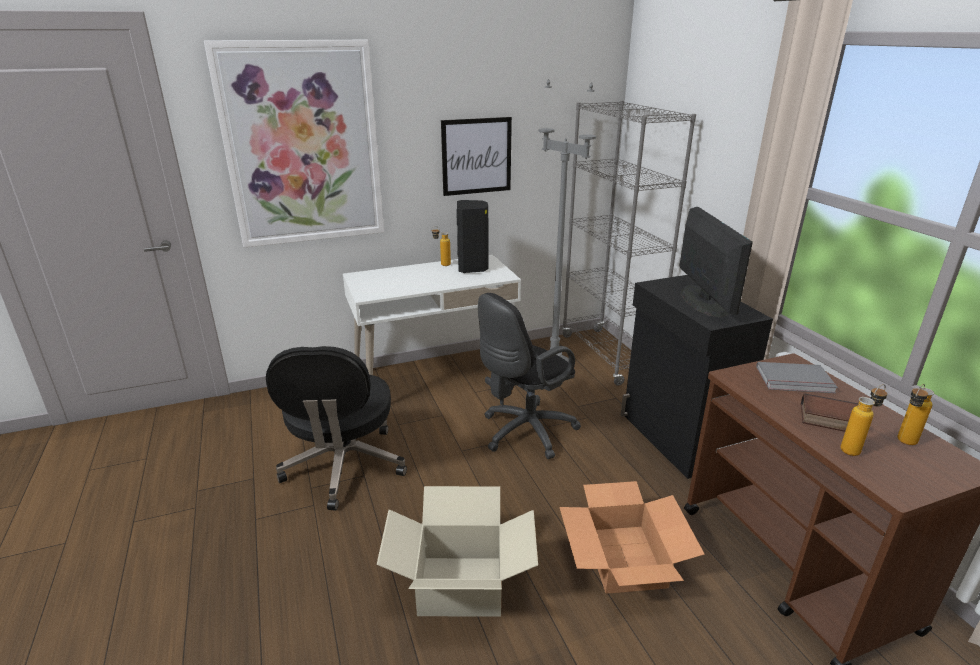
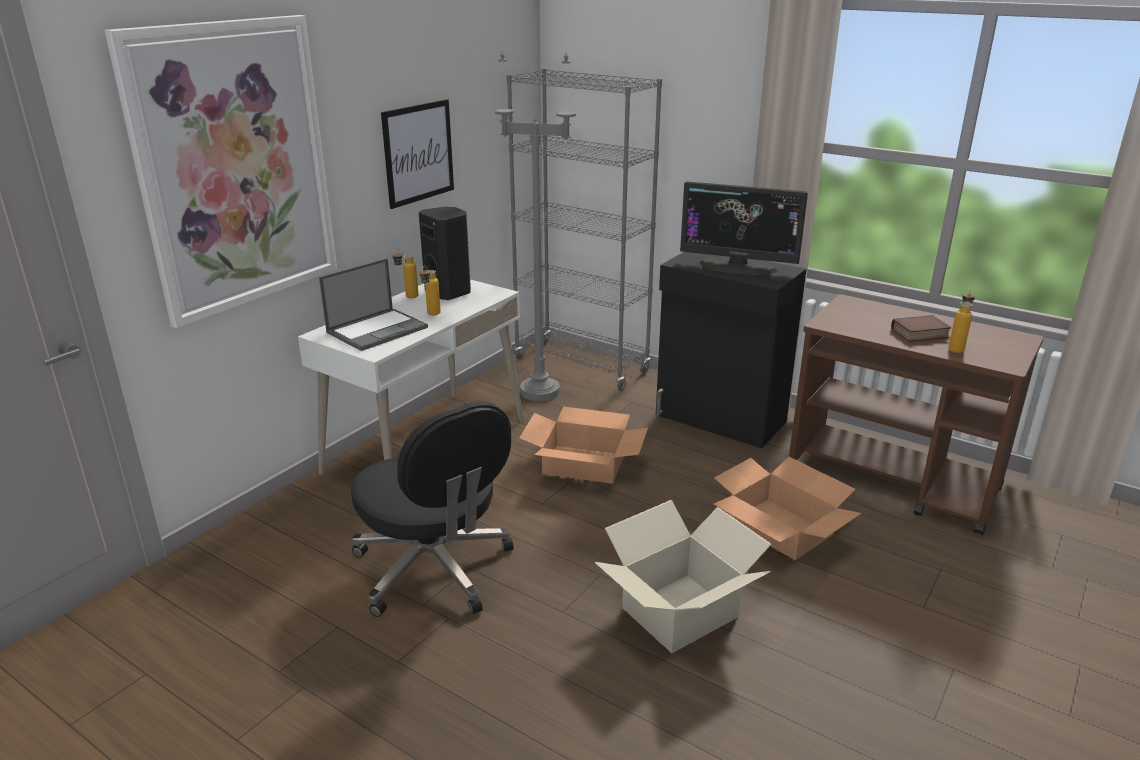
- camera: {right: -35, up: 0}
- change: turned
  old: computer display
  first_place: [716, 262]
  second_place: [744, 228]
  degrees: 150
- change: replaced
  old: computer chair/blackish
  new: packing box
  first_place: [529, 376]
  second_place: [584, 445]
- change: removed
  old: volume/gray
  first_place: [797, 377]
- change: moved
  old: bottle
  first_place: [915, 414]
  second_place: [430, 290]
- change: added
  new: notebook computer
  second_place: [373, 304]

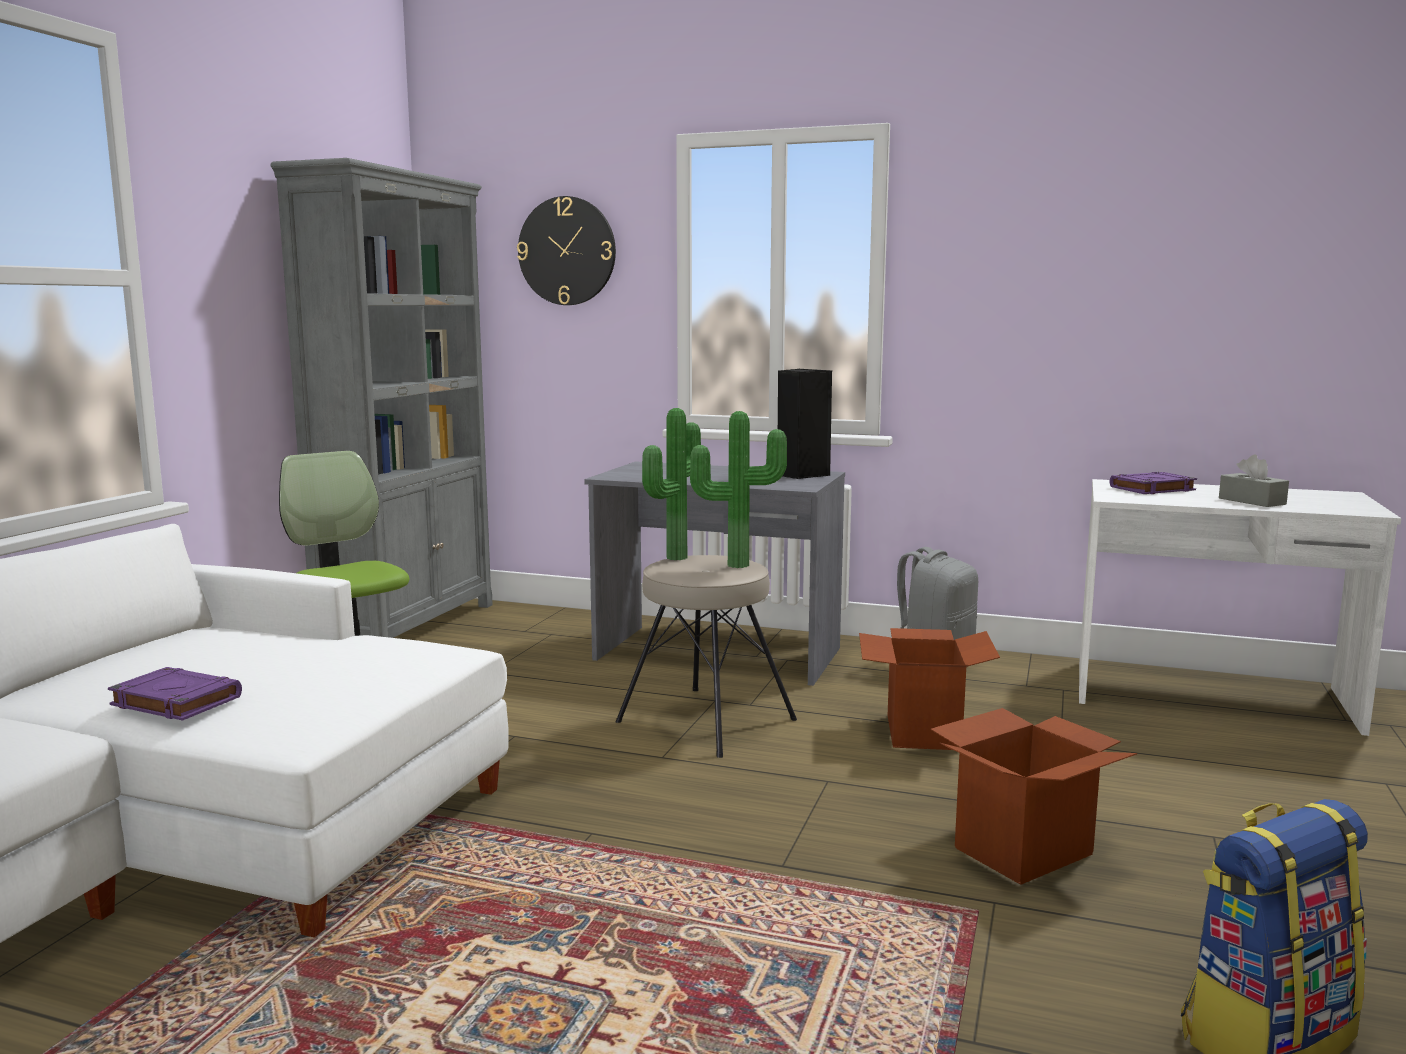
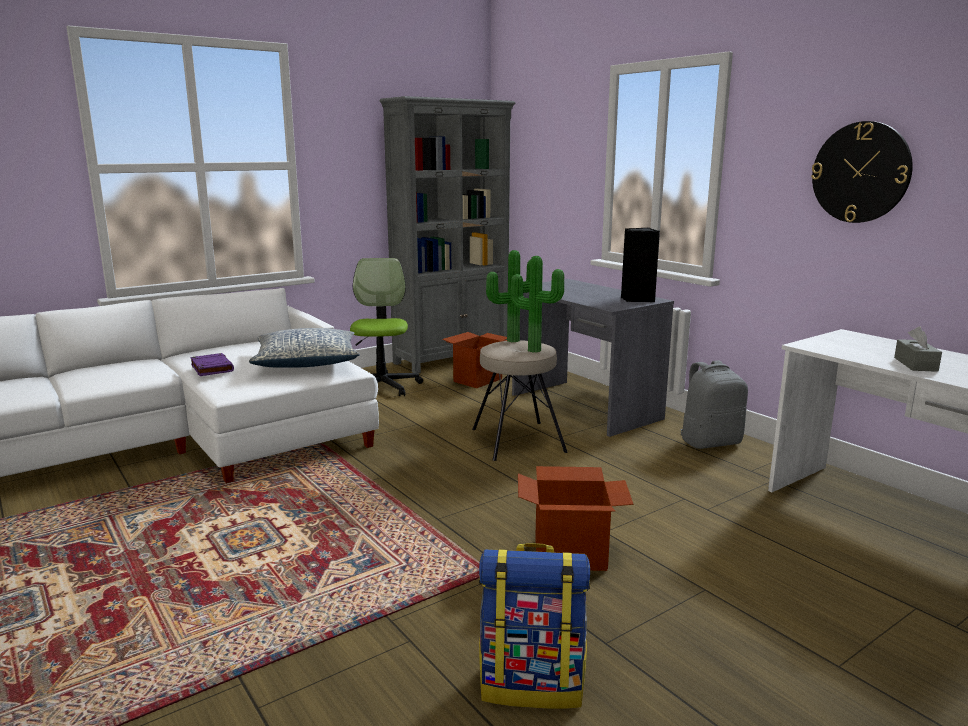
- camera: {right: 35, up: 5}
- change: moved
  old: hanging clock
  first_place: [566, 250]
  second_place: [862, 172]
- change: removed
  old: volume/purplish
  first_place: [1153, 483]
- change: moved
  old: packing box
  first_place: [929, 689]
  second_place: [474, 360]
- change: added
  new: pillow
  second_place: [304, 348]

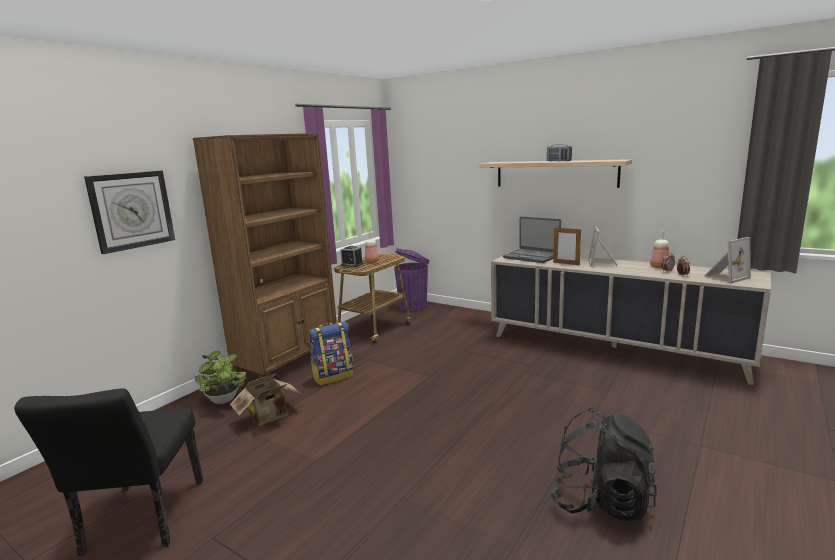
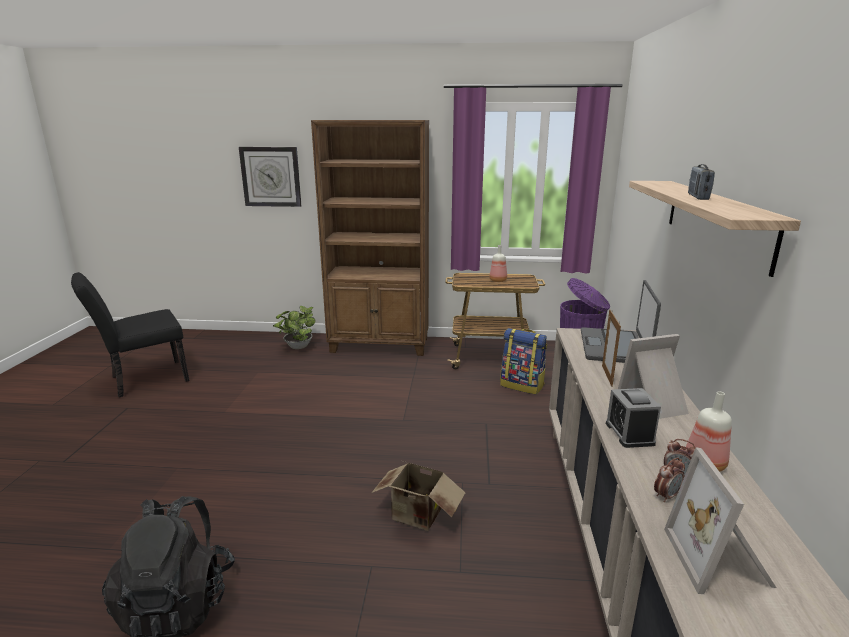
- camera: {right: 60, up: 5}
- change: turned
  old: standing frame
  first_place: [727, 260]
  second_place: [720, 520]
  degrees: 60
- change: moved
  old: alarm clock
  first_place: [351, 256]
  second_place: [633, 418]
- change: moved
  old: backpack
  first_place: [331, 354]
  second_place: [523, 361]
- change: moved
  old: packing box
  first_place: [265, 399]
  second_place: [419, 496]

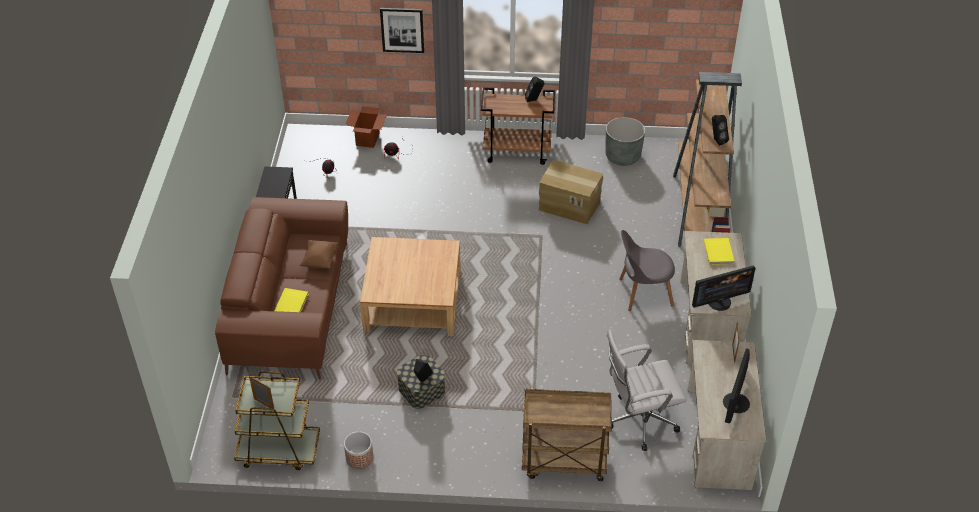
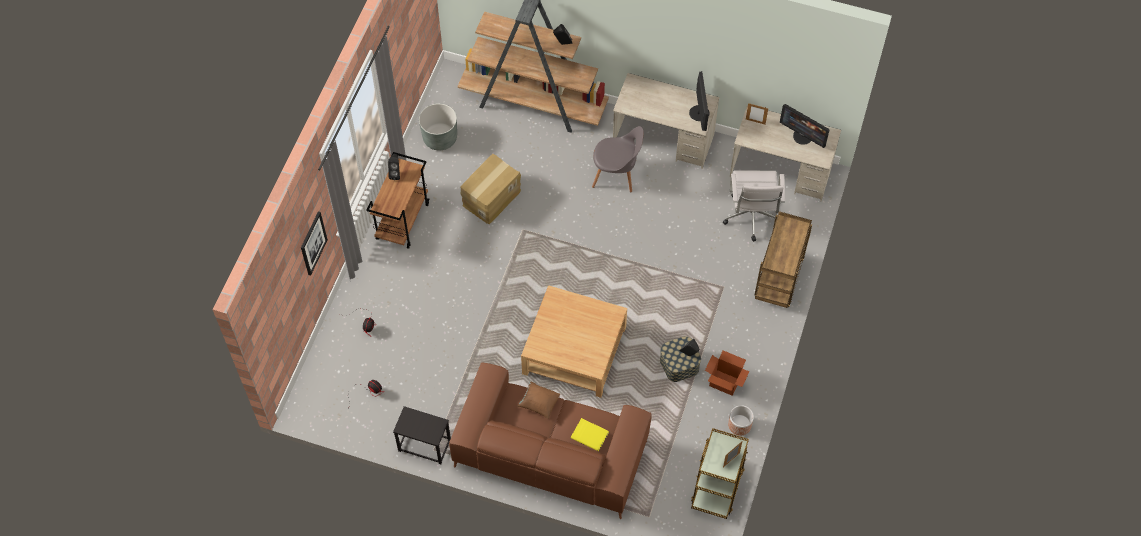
- camera: {right: -75, up: 15}
- change: moved
  old: packing box
  first_place: [366, 127]
  second_place: [727, 373]
- change: turned
  old: plain chair/gray
  first_place: [647, 270]
  second_place: [618, 159]
  degrees: -90
- change: removed
  old: volume/yellow-coloured
  first_place: [719, 251]

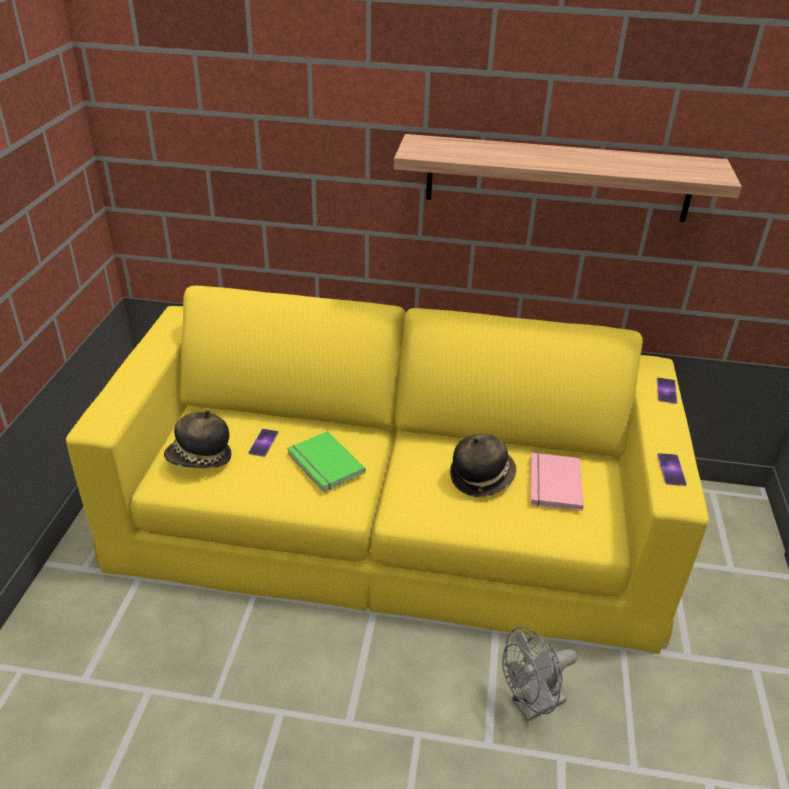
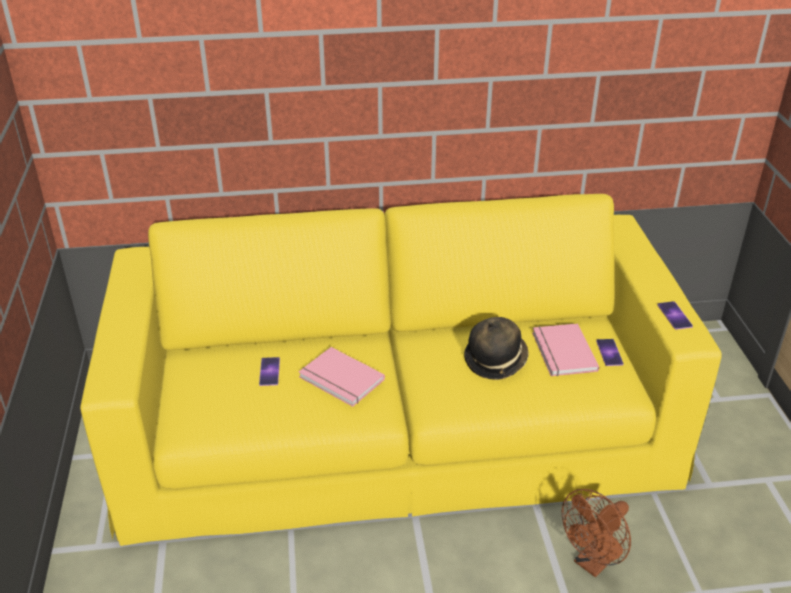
- camera: {right: -15, up: 0}
- change: removed
  old: wall shelf
  first_place: [568, 178]
- change: moved
  old: telephone
  first_place: [667, 391]
  second_place: [610, 352]
- change: removed
  old: clothing hat
  first_place: [197, 439]
- change: recoloured
  old: volume/green
  new: volume/pink
  first_place: [326, 461]
  second_place: [342, 377]
- change: recoloured
  old: cooling fan/gray
  new: cooling fan/brown
  first_place: [539, 673]
  second_place: [596, 533]

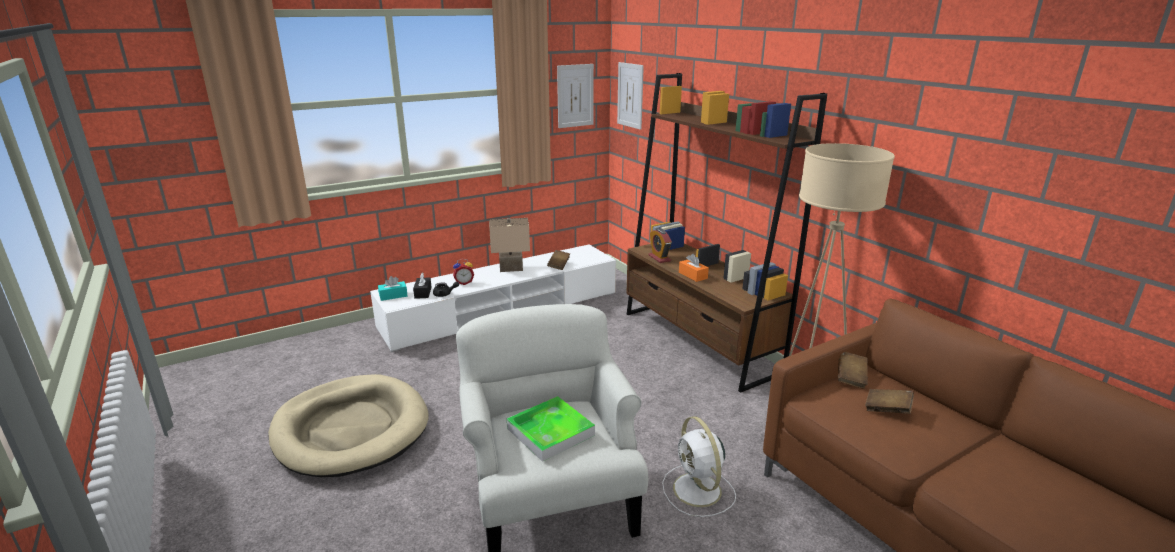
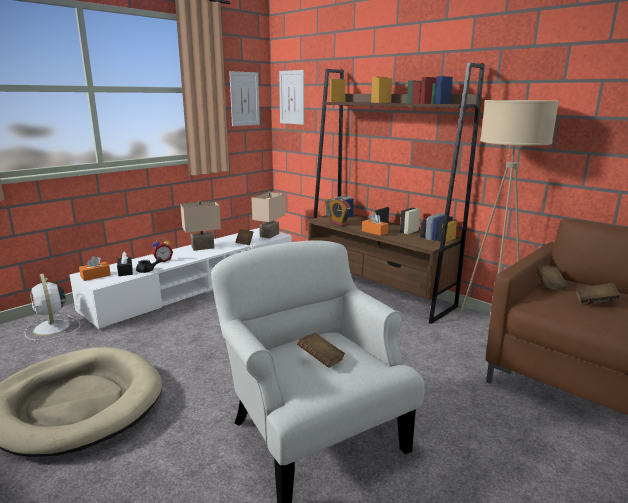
- camera: {right: -15, up: -5}
- change: recoloured
  old: box of tissues/turquoise-coloured
  new: box of tissues/orange-coloured
  first_place: [393, 288]
  second_place: [95, 268]
- change: replaced
  old: serving tray
  new: volume/brown
  first_place: [551, 429]
  second_place: [321, 350]
- change: moved
  old: cooling fan/white
  first_place: [699, 467]
  second_place: [52, 307]
- change: added
  new: lamp for a table/beige
  second_place: [268, 215]

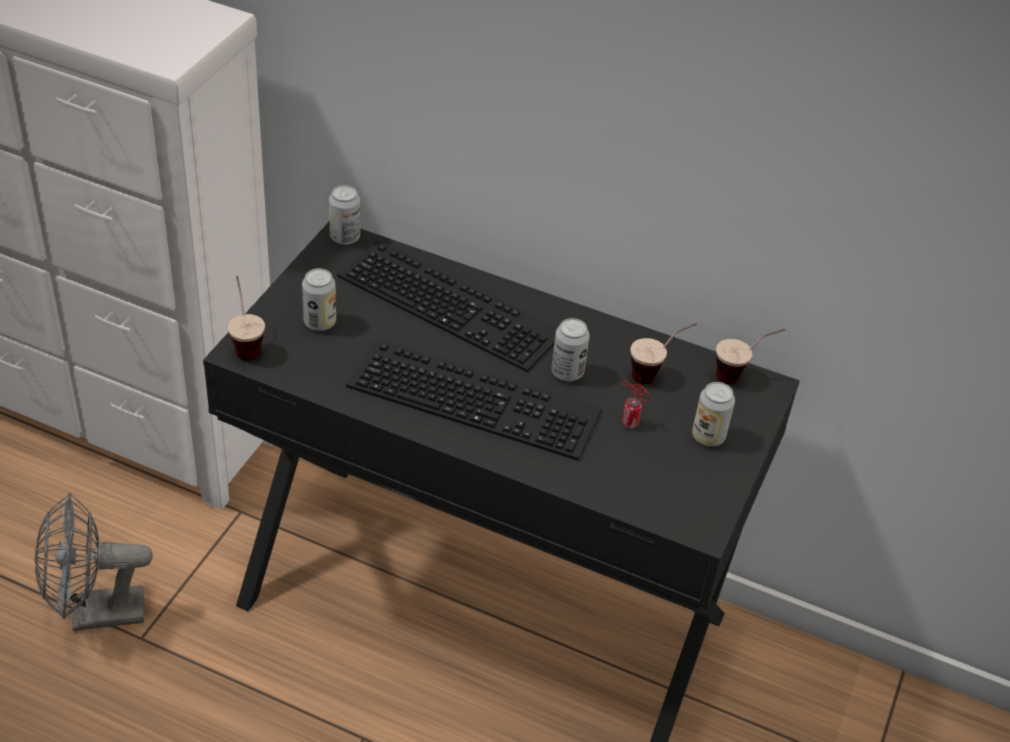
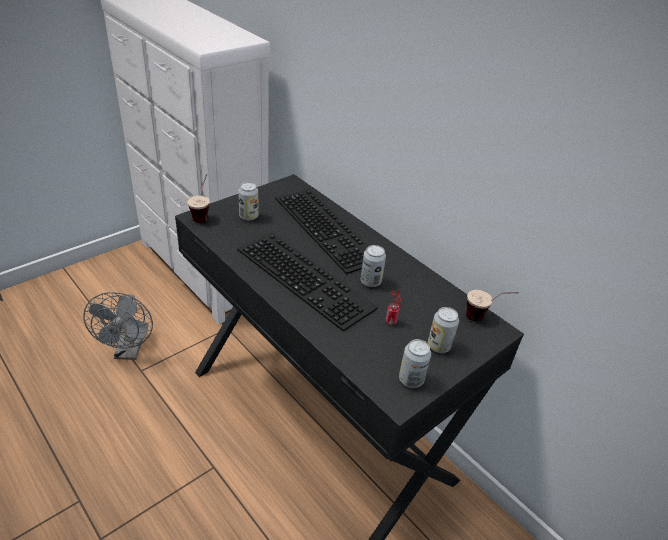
- camera: {right: 25, up: -5}
- change: moved
  old: metal can
  first_place: [344, 215]
  second_place: [415, 363]
- change: removed
  old: drinking cup
  first_place: [663, 353]
- change: turned
  old: cooling fan/gray
  first_place: [94, 562]
  second_place: [118, 326]
  degrees: -105

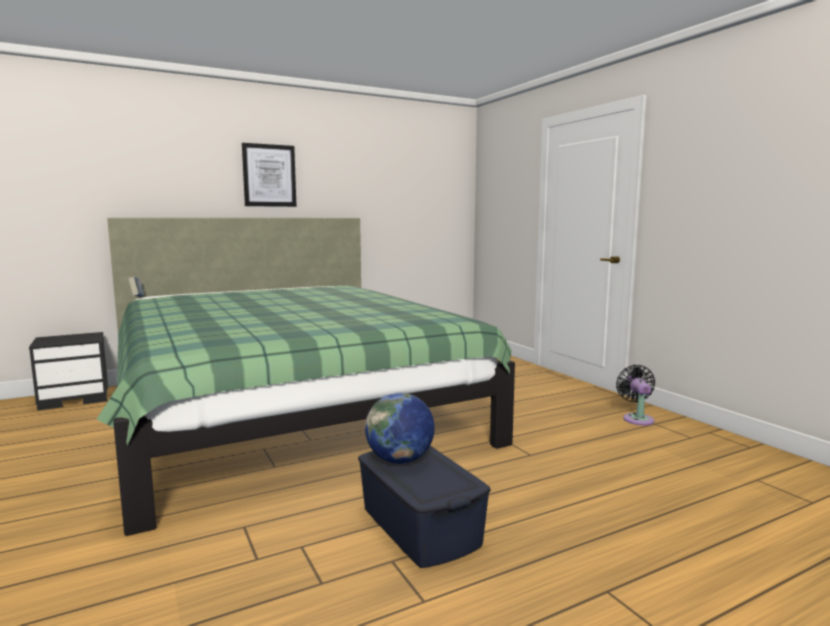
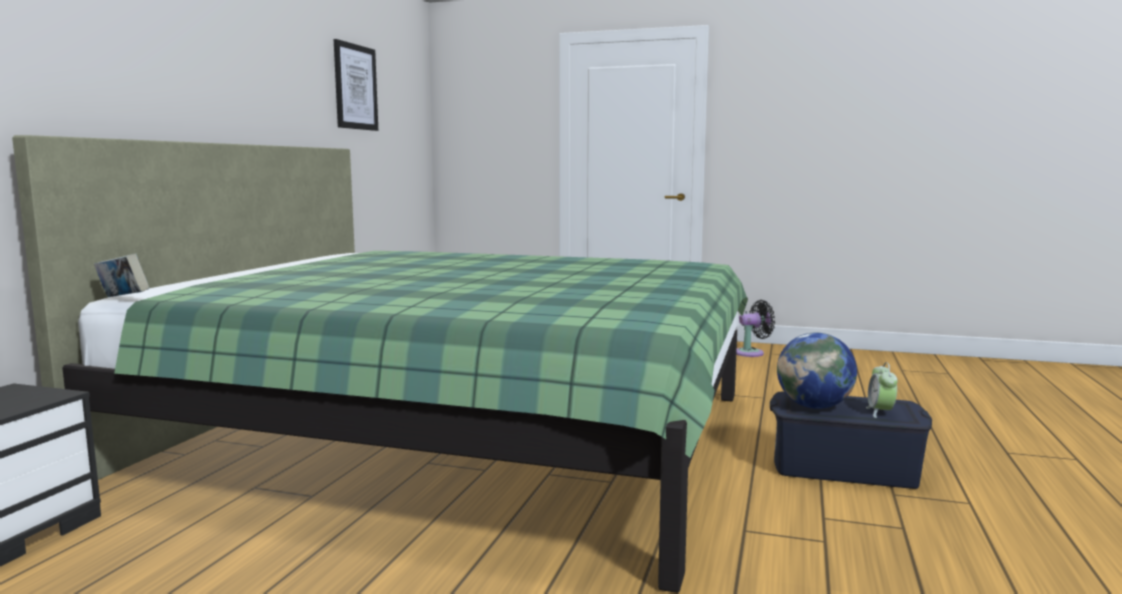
- camera: {right: -45, up: 0}
- change: moved
  old: picture
  first_place: [269, 175]
  second_place: [356, 85]
- change: turned
  old: cooling fan/blackish
  first_place: [635, 395]
  second_place: [755, 328]
  degrees: 120
- change: added
  new: alarm clock
  second_place: [882, 390]

